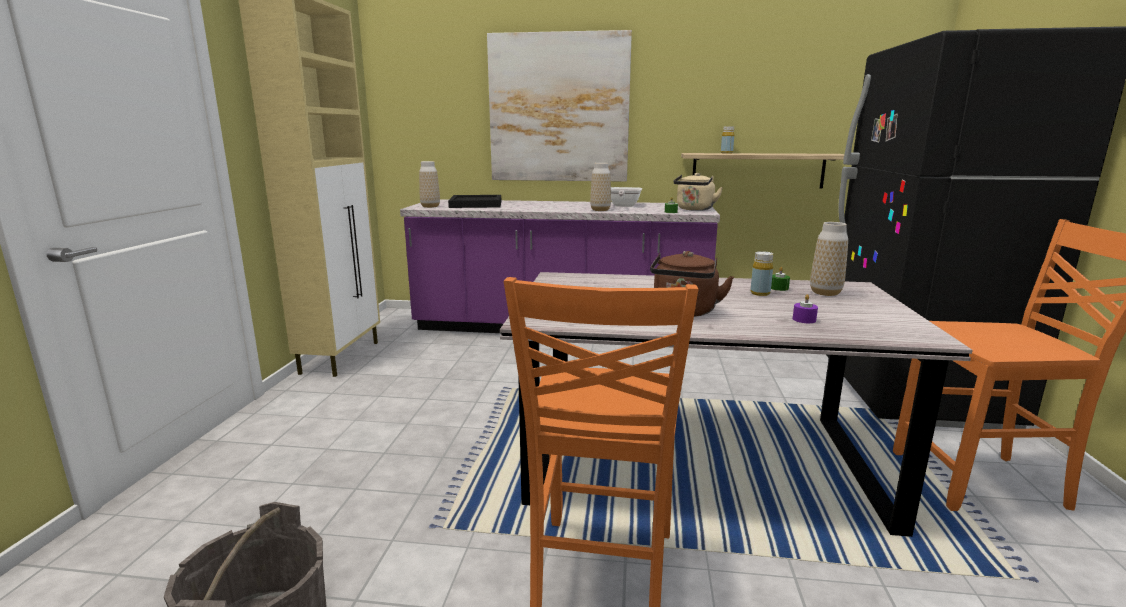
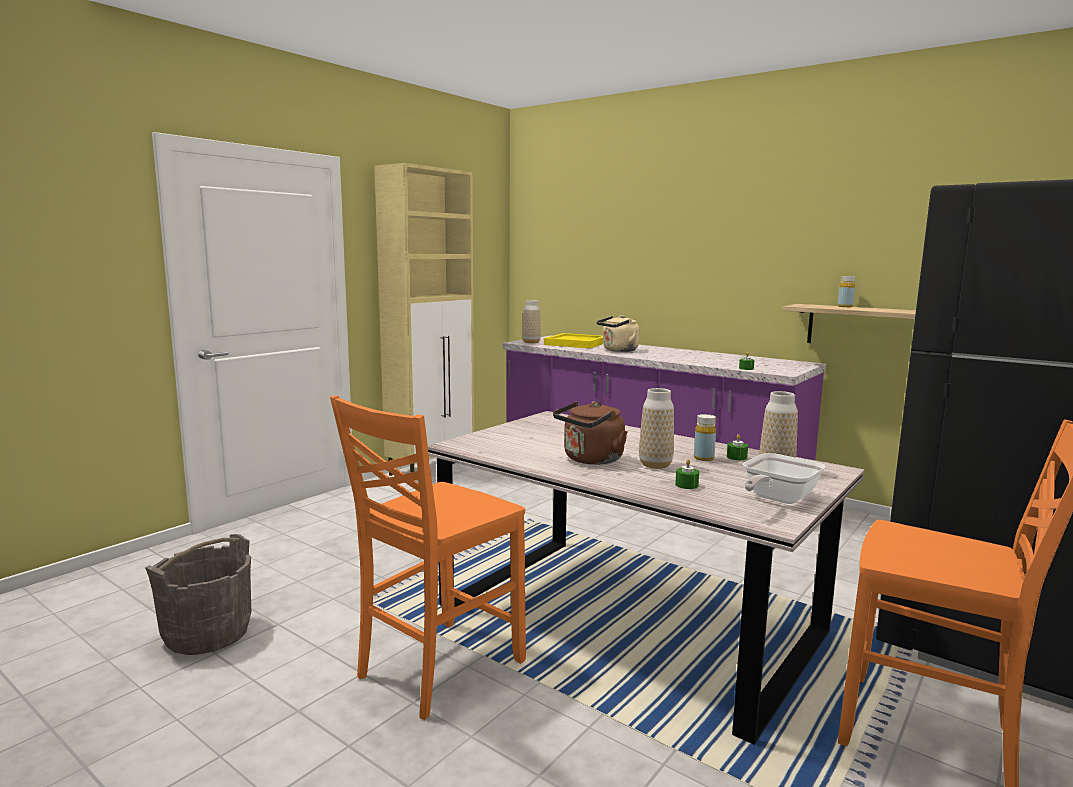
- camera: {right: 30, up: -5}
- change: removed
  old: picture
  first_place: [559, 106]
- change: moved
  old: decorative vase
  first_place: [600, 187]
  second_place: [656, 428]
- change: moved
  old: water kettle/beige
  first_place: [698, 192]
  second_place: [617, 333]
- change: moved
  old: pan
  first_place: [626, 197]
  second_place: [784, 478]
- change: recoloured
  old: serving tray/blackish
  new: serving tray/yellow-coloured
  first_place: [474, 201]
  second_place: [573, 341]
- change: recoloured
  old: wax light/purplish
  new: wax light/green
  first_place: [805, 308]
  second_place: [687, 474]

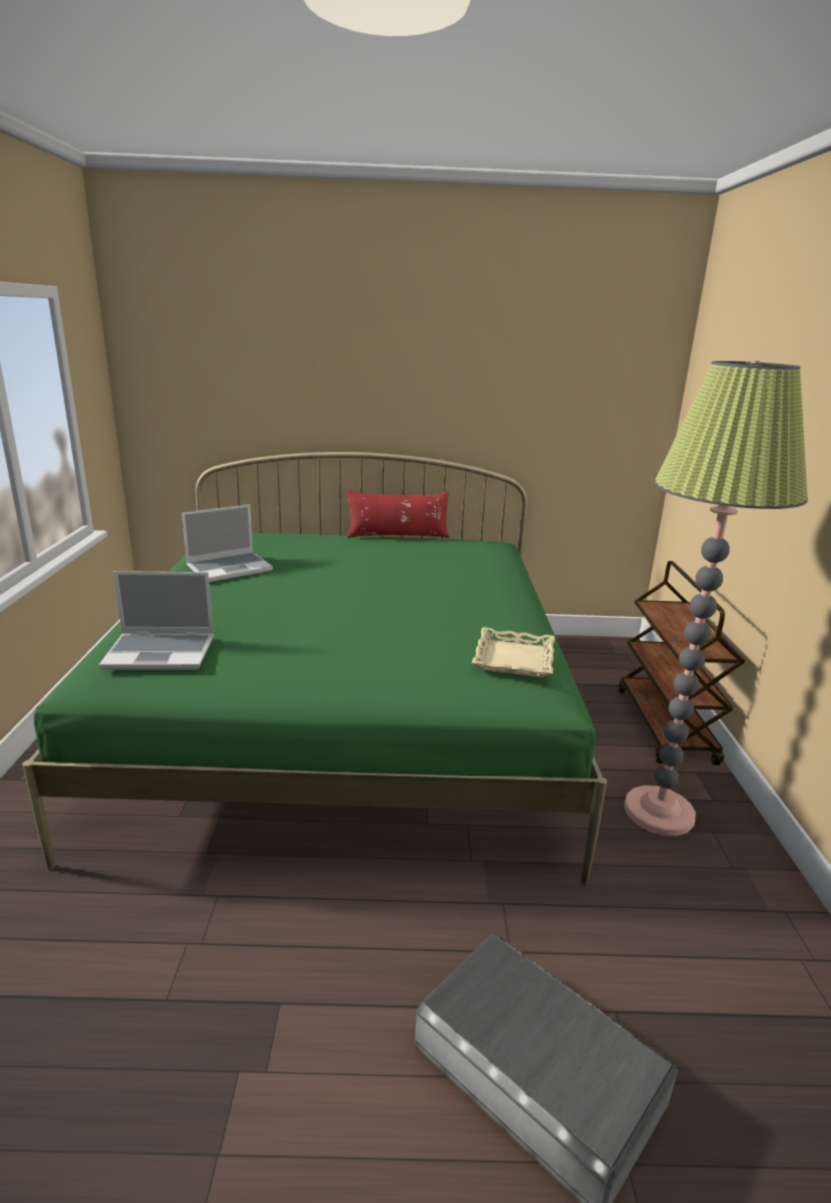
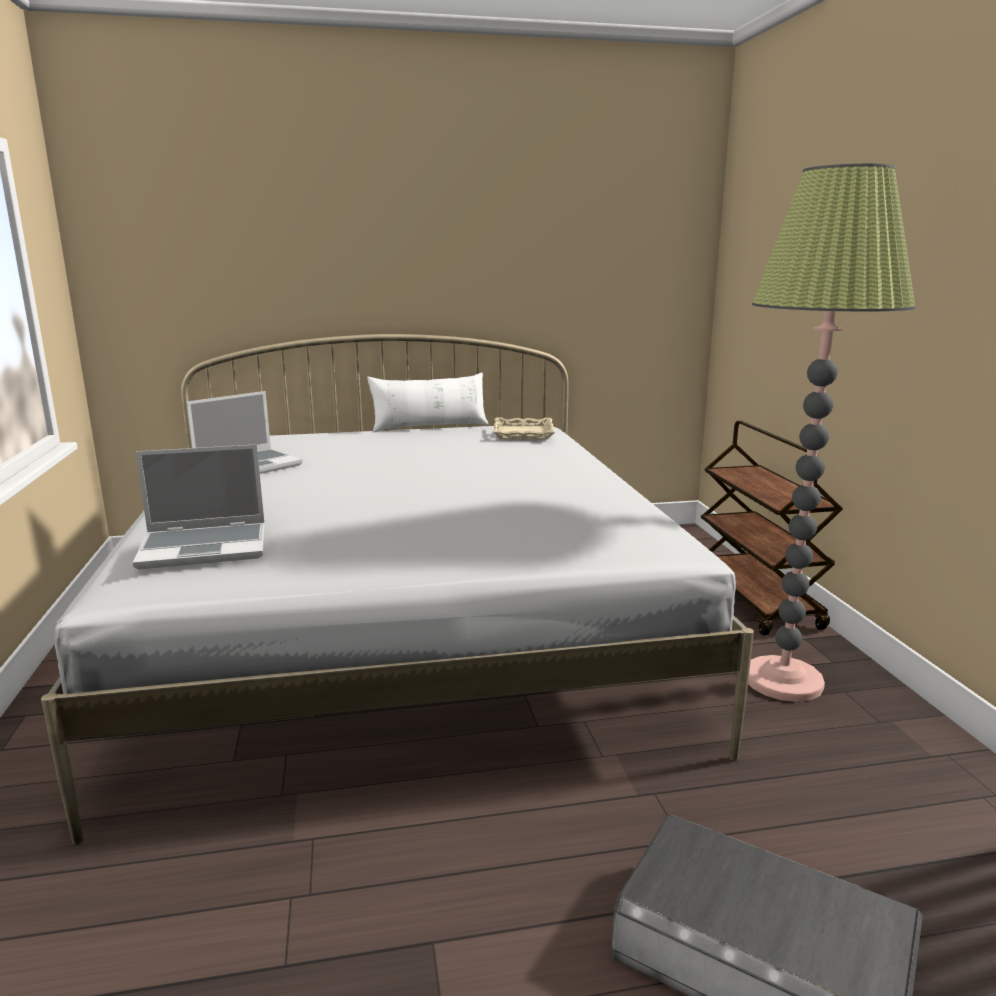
- camera: {right: -10, up: -5}
- change: recoloured
  old: bed/green
  new: bed/white
  first_place: [314, 668]
  second_place: [397, 589]
- change: recoloured
  old: pillow/red-coloured
  new: pillow/white
  first_place: [398, 513]
  second_place: [427, 402]
- change: moved
  old: serving tray/beige
  first_place: [513, 652]
  second_place: [524, 429]

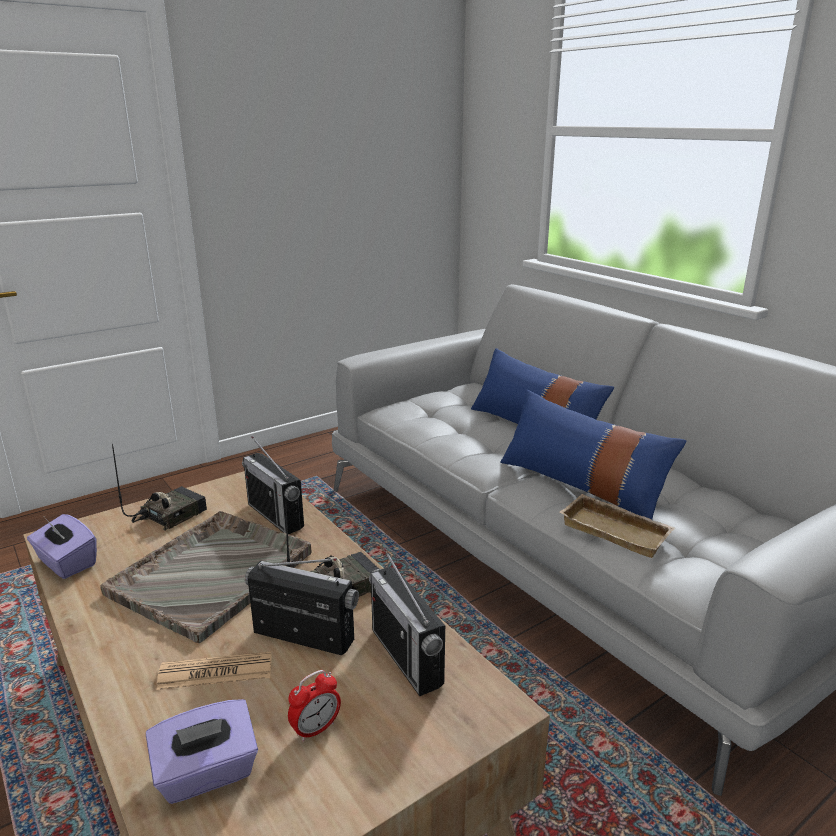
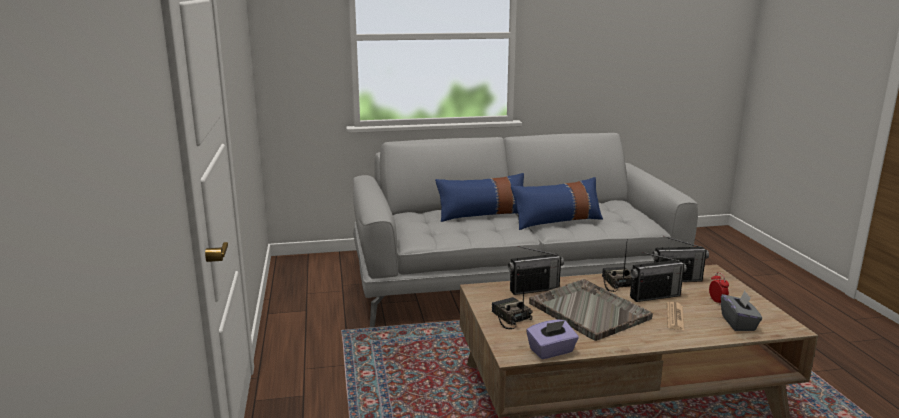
- camera: {right: -65, up: -5}
- change: removed
  old: serving tray/beige
  first_place: [617, 526]
- change: turned
  old: radio receiver
  first_place: [302, 606]
  second_place: [658, 277]
  degrees: -150
- change: recoloured
  old: box of tissues/purplish
  new: box of tissues/gray
  first_place: [202, 751]
  second_place: [741, 311]

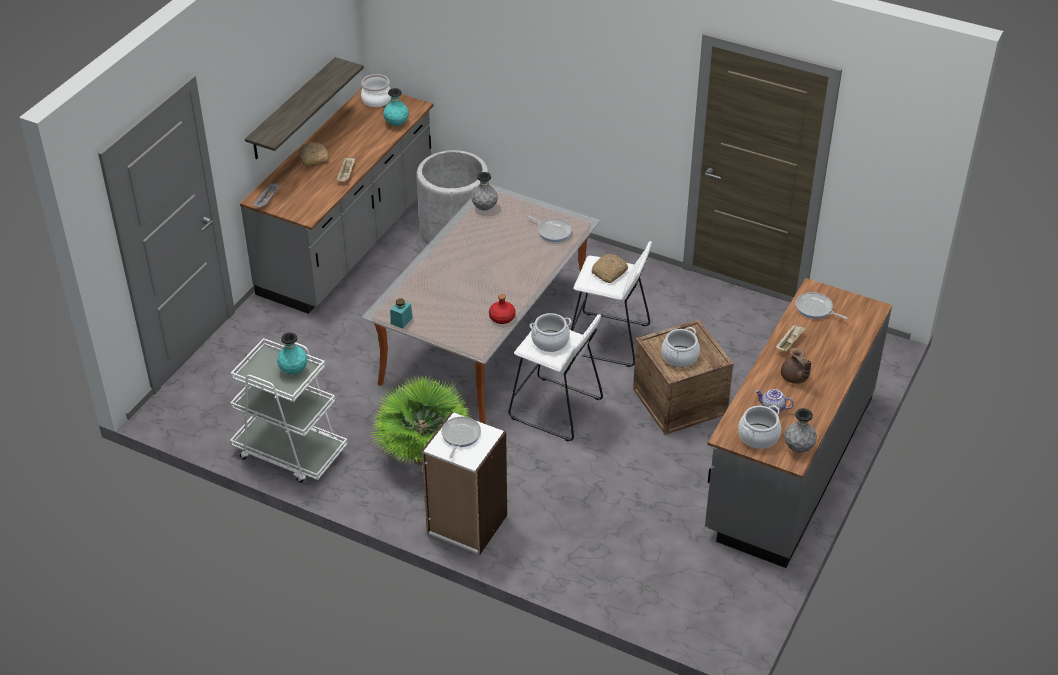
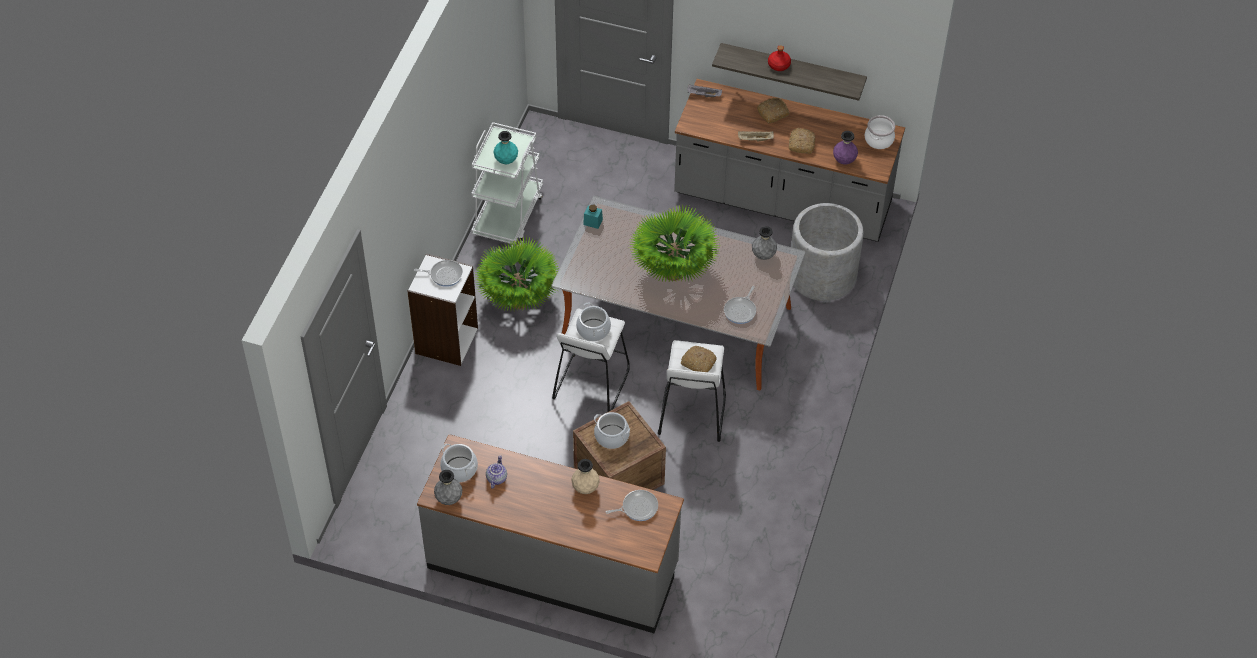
- camera: {right: 80, up: 10}
- change: recoloured
  old: decorative vase/turquoise-coloured
  new: decorative vase/purplish
  first_place: [396, 107]
  second_place: [845, 148]
- change: turned
  old: pan
  first_place: [822, 305]
  second_place: [632, 505]
  degrees: 45
- change: moved
  old: bottle/red-coloured
  first_place: [502, 309]
  second_place: [779, 58]
- change: replaced
  old: serving tray/beige
  new: decorative vase/beige
  first_place: [791, 338]
  second_place: [585, 476]
- change: removed
  old: tea pot/brown
  first_place: [796, 366]
- change: added
  new: bakery bread
  second_place: [802, 141]
- change: added
  new: plant in a pot
  second_place: [674, 243]

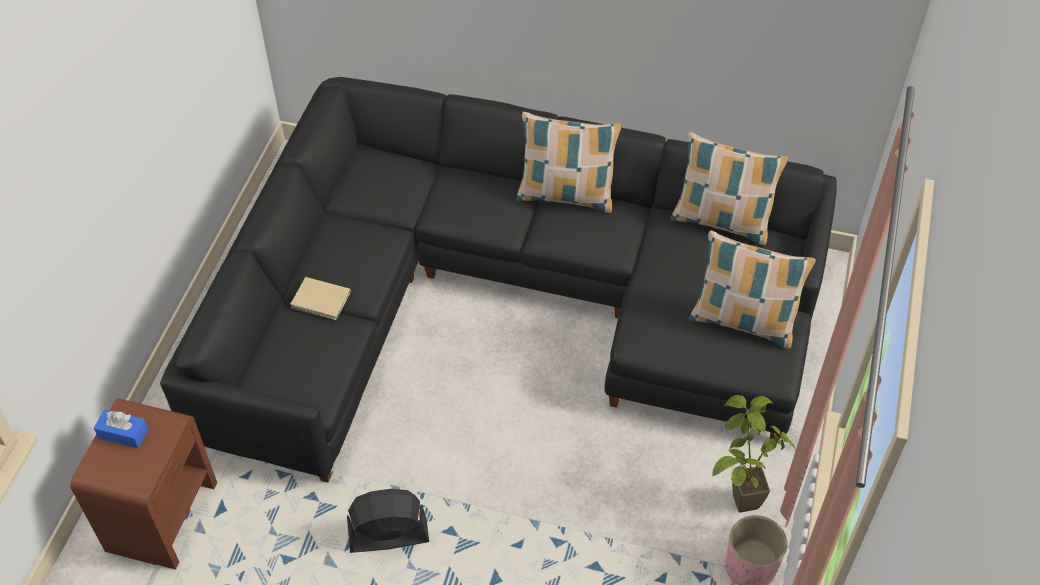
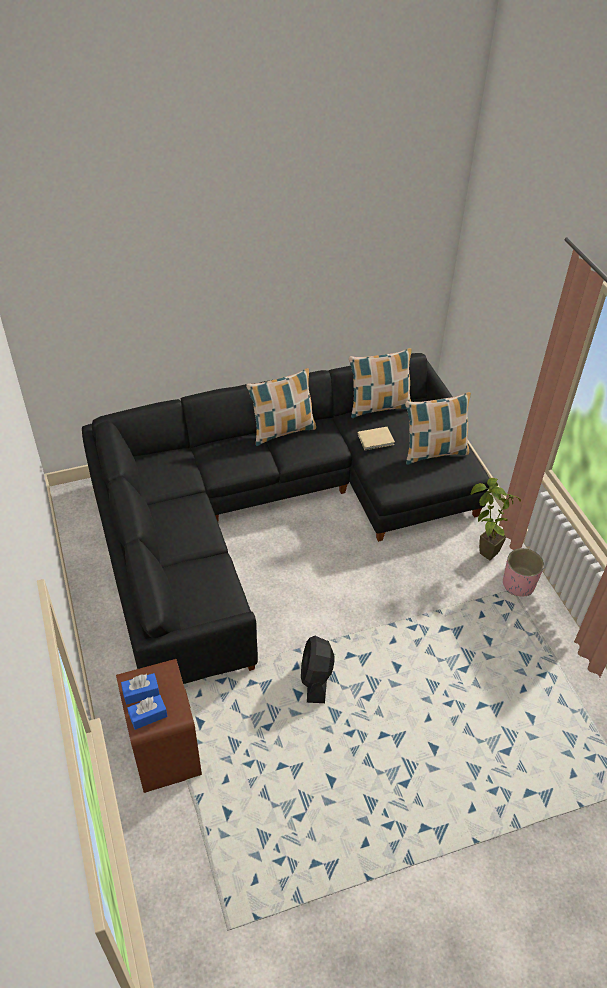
- camera: {right: -35, up: -5}
- change: moved
  old: volume/beige
  first_place: [320, 298]
  second_place: [376, 438]
- change: turned
  old: cooling fan/blackish
  first_place: [388, 521]
  second_place: [317, 669]
  degrees: -45
- change: added
  new: box of tissues/bluish
  second_place: [147, 712]

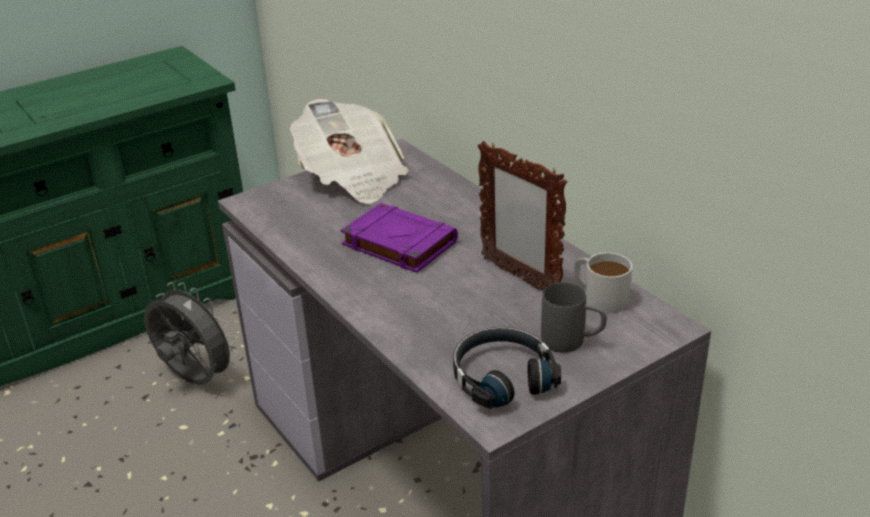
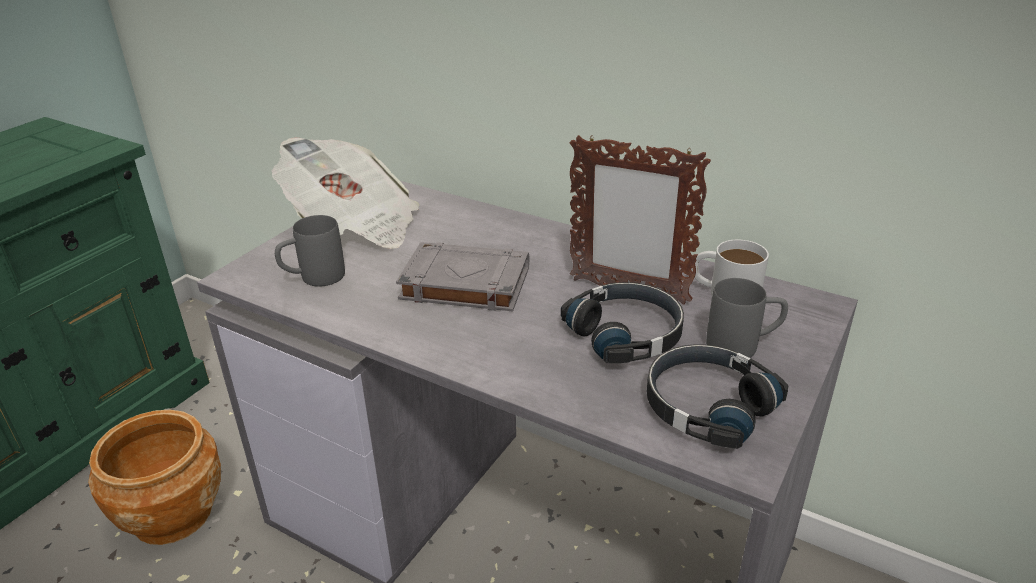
- camera: {right: -25, up: 0}
- change: recoloured
  old: volume/purplish
  new: volume/gray
  first_place: [399, 238]
  second_place: [462, 276]
- change: replaced
  old: cooling fan/gray
  new: flower pot/brown
  first_place: [191, 333]
  second_place: [154, 477]
- change: added
  new: coffee mug/gray
  second_place: [310, 251]
- change: added
  new: headset/blackish
  second_place: [622, 322]

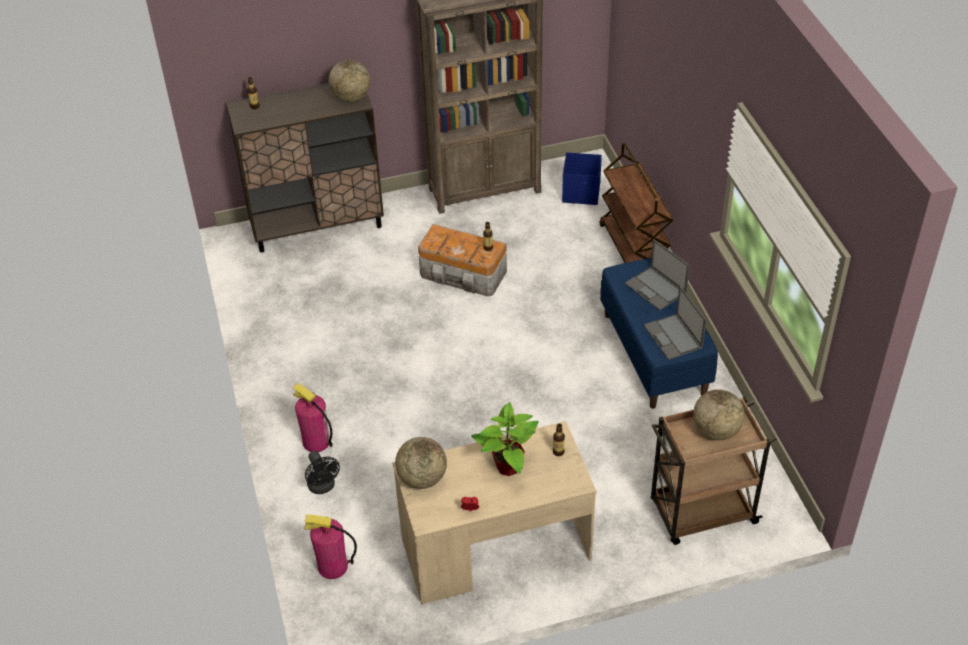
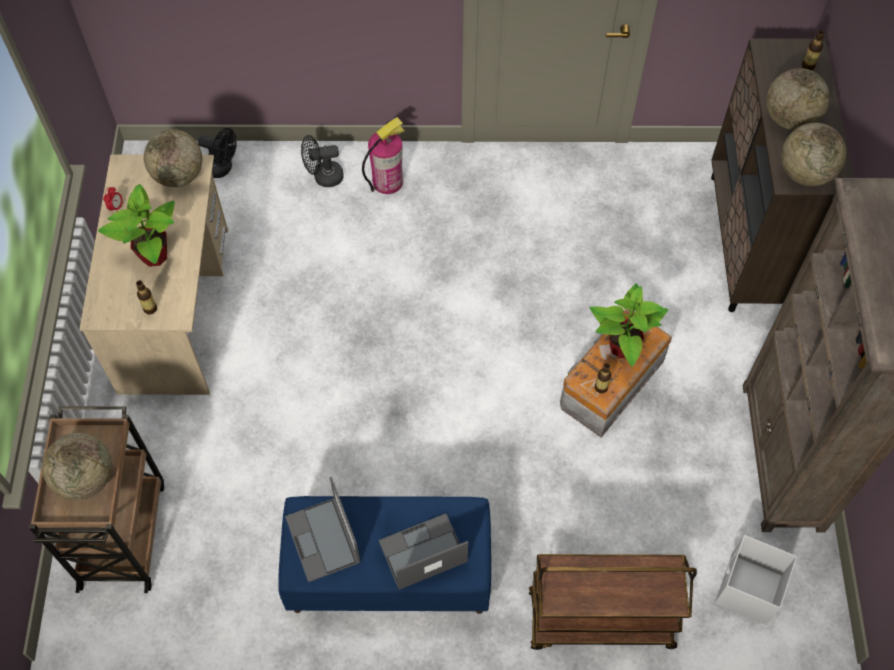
- camera: {right: 105, up: 15}
- change: recoloured
  old: storage container/bluish
  new: storage container/white
  first_place: [582, 178]
  second_place: [756, 580]
- change: turned
  old: notebook computer
  first_place: [675, 323]
  second_place: [323, 530]
  degrees: -105
- change: replaced
  old: fire extinguisher
  new: cooling fan/blackish
  first_place: [330, 546]
  second_place: [217, 153]
- change: added
  new: world globe
  second_place: [798, 99]
- change: added
  new: plant in a pot
  second_place: [629, 325]

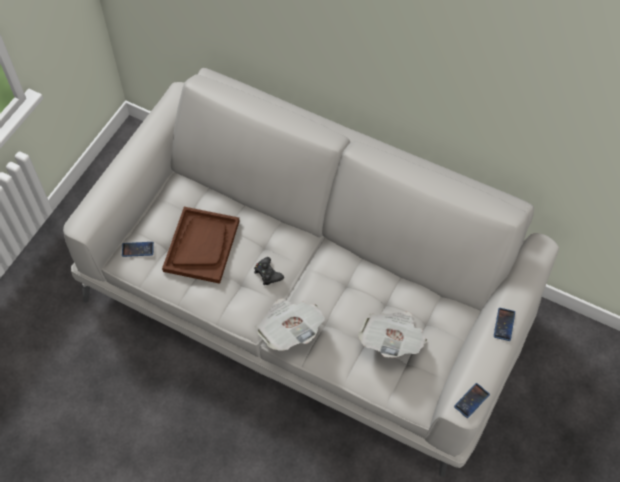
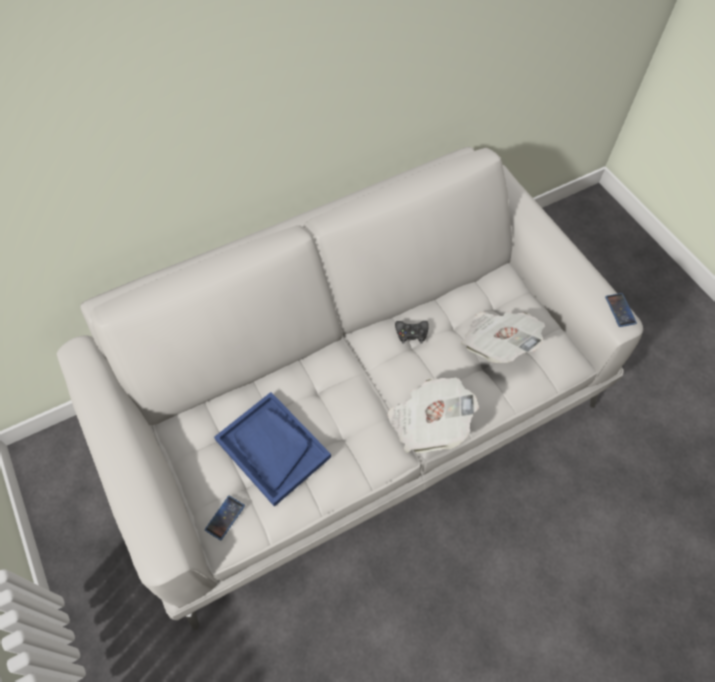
- camera: {right: -55, up: 0}
- change: recoloured
  old: serving tray/brown
  new: serving tray/bluish
  first_place: [201, 245]
  second_place: [272, 449]
- change: moved
  old: gamepad/blackish
  first_place: [269, 271]
  second_place: [411, 332]
- change: removed
  old: telephone
  first_place: [504, 324]

